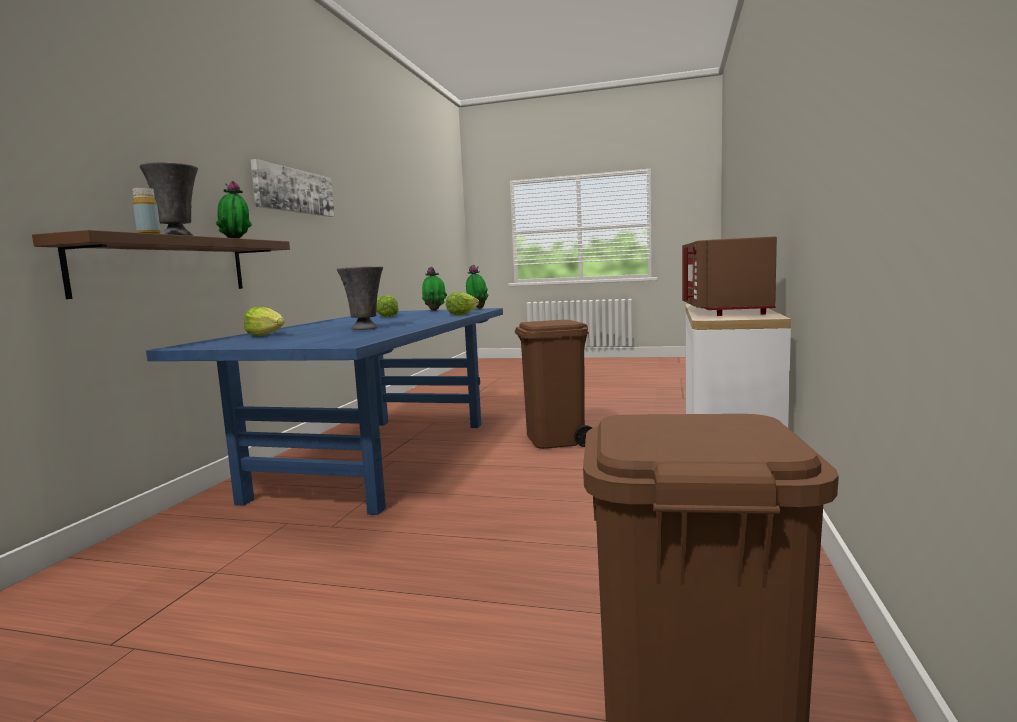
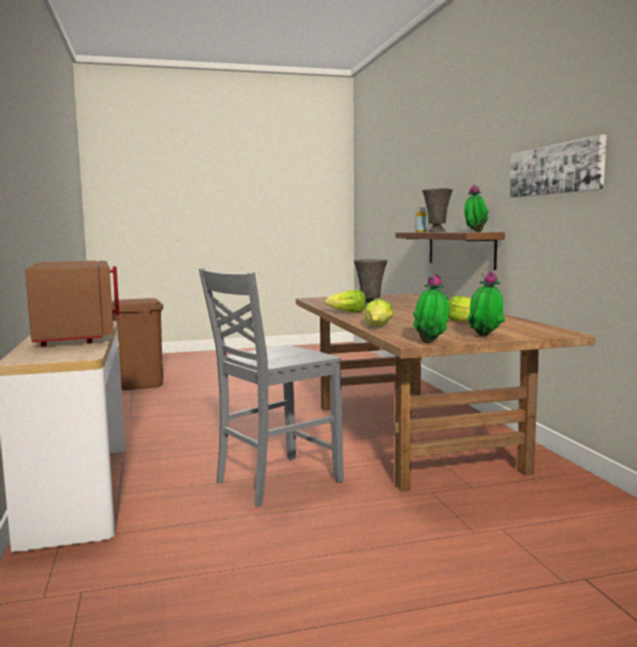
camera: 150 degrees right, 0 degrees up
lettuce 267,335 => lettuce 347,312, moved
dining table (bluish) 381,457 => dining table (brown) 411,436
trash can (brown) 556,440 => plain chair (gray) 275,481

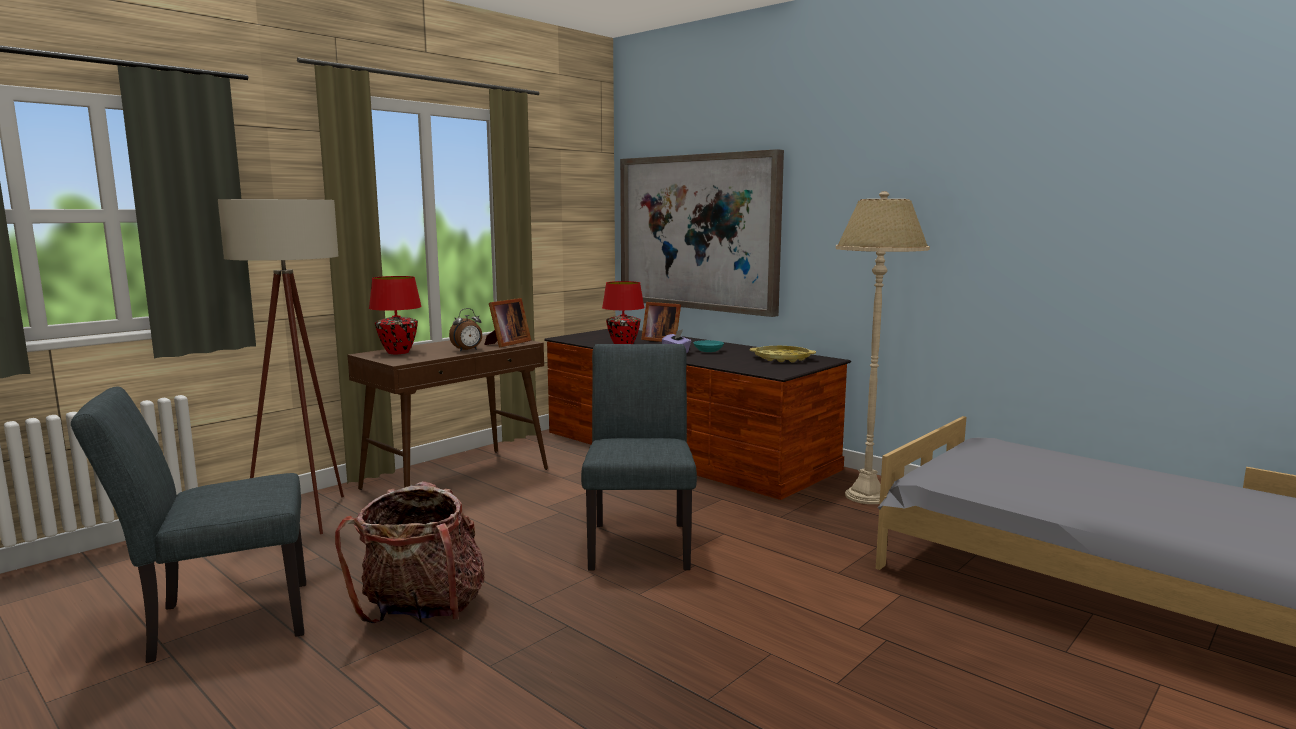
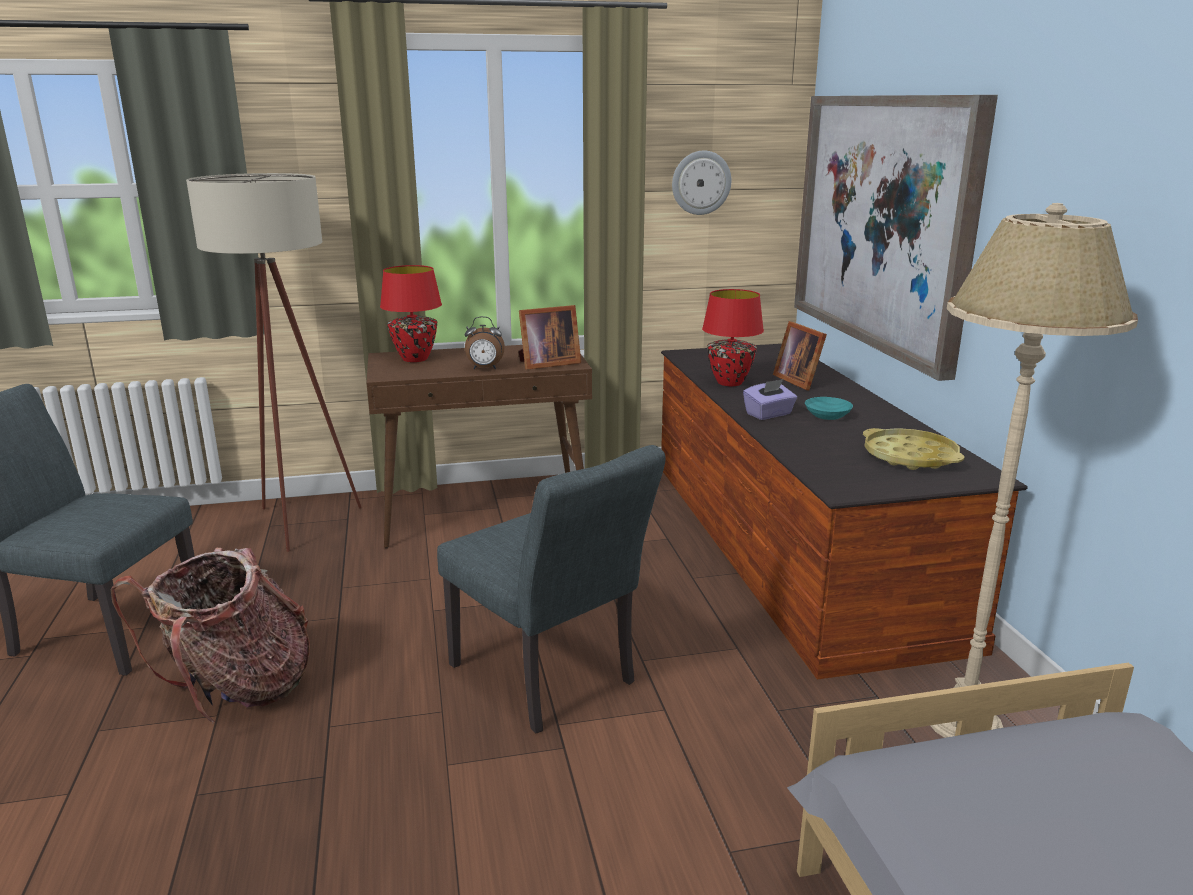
camera: 35 degrees right, 10 degrees up
plain chair (gray) 640,541 => plain chair (gray) 550,680, 105 degrees clockwise
nothing => clock on the wall 701,182

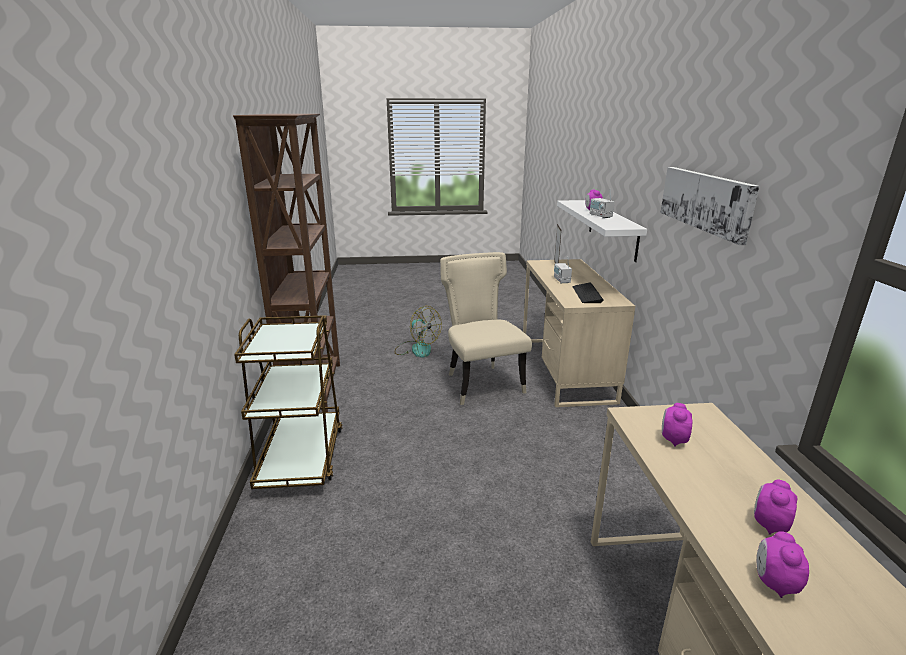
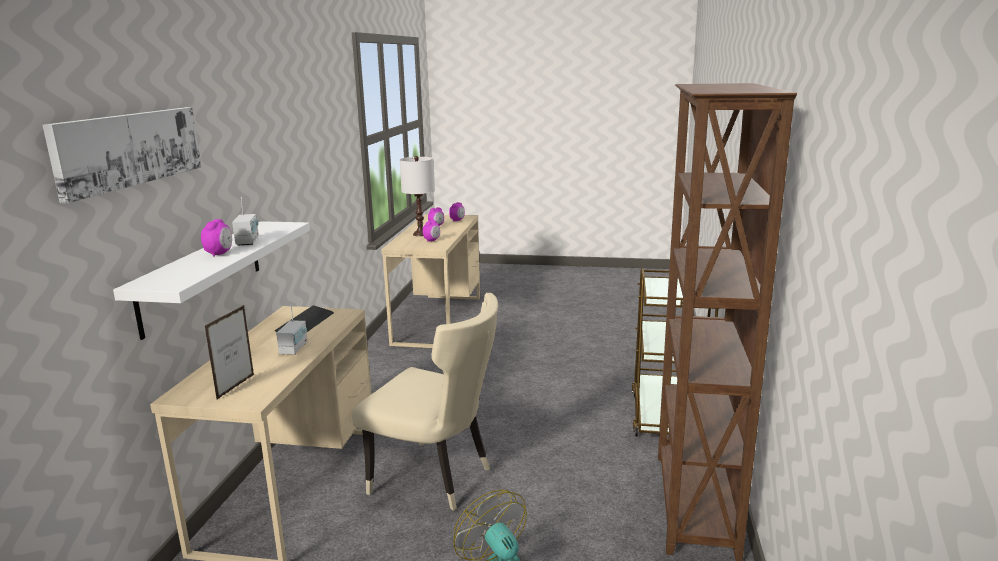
camera: 165 degrees left, 5 degrees down
wall picture 705,201 => wall picture 129,149, moved
plain chair (sand-coloured) 481,383 => plain chair (sand-coloured) 436,479, 60 degrees counterclockwise
nothing => tabletop lamp (whitish) 420,234

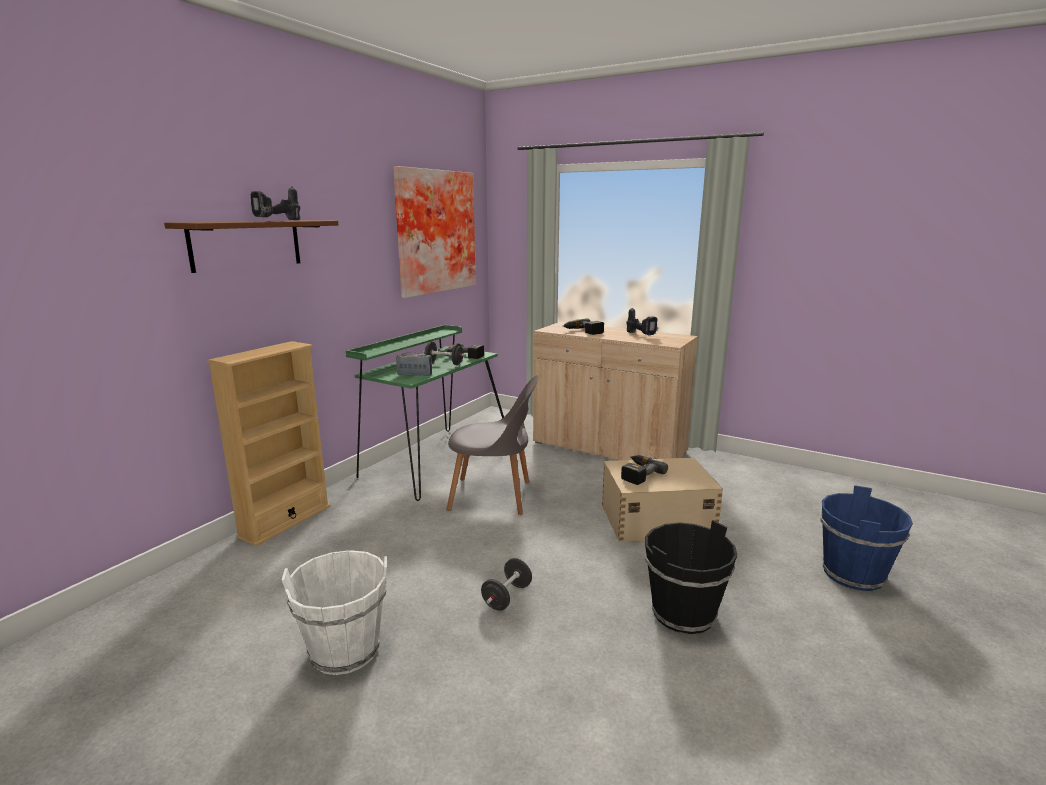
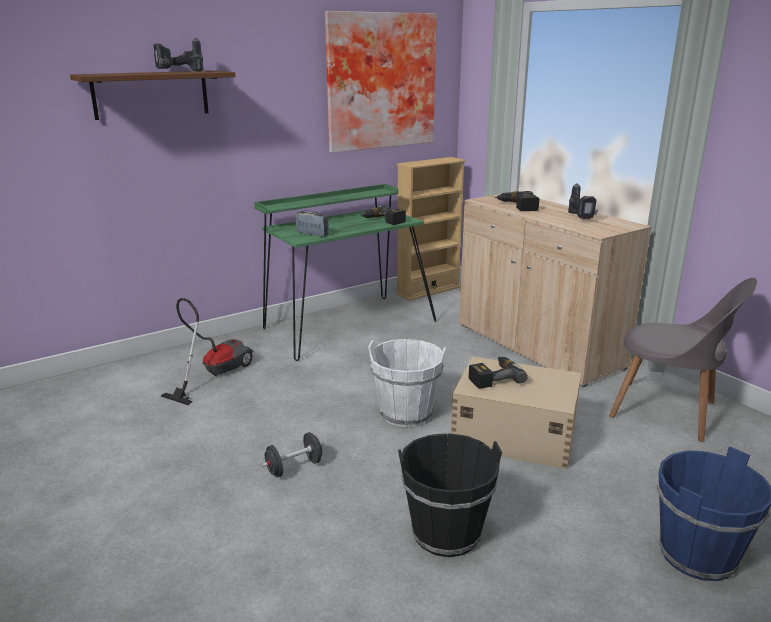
camera: 25 degrees right, 5 degrees up
bookshelf (sand-coloured) 285,521 => bookshelf (sand-coloured) 428,290, moved
free weight (blackish) 444,363 => nothing
plain chair (gray) 494,496 => plain chair (gray) 668,411, moved
water bucket (whitish) 344,651 => water bucket (whitish) 405,414, moved
nothing => hoover 214,374

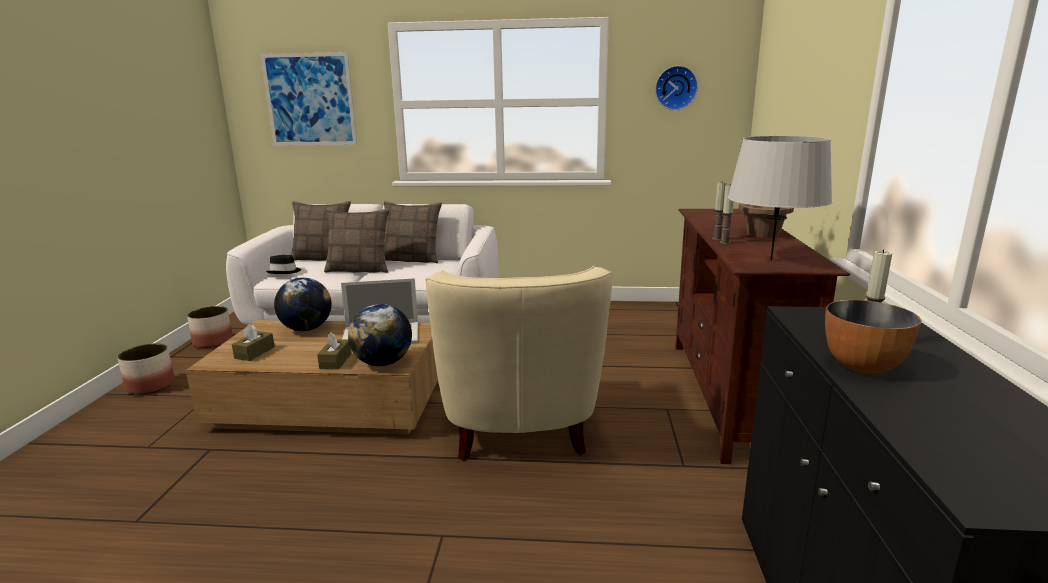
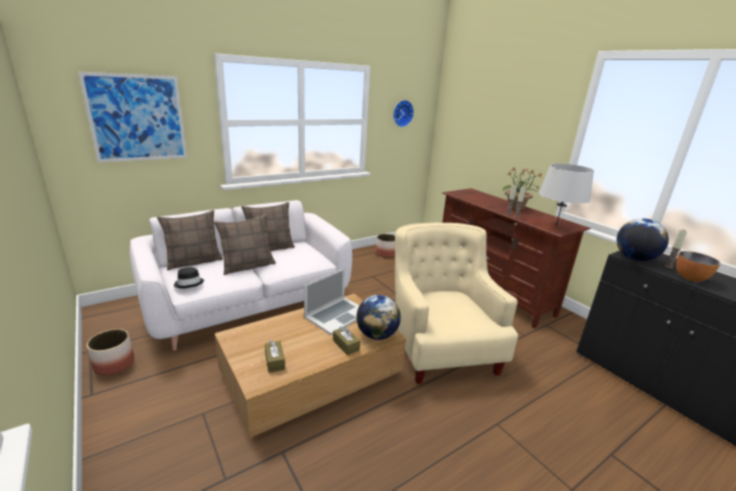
camera: 40 degrees left, 5 degrees up
lounge chair (sand-coloured) 519,430 => lounge chair (sand-coloured) 440,346, 150 degrees counterclockwise
world globe 306,329 => world globe 634,258, moved
planter 150,386 => planter 386,254, moved

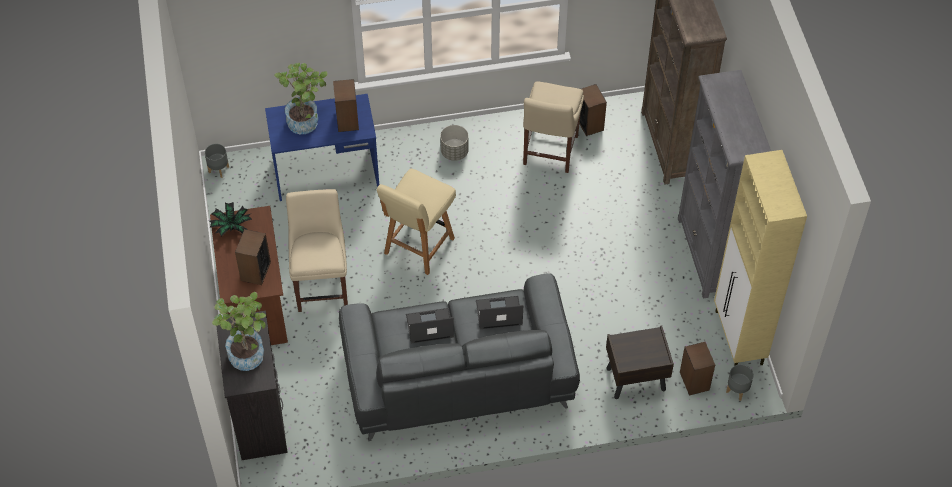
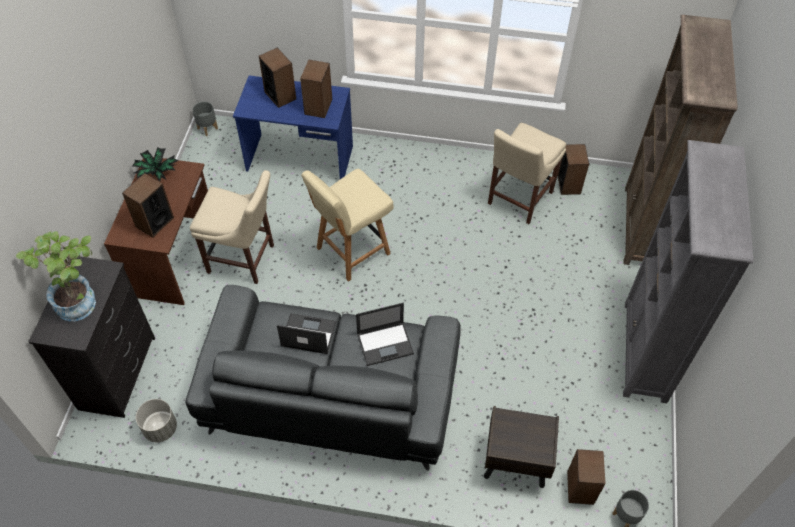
camera: 20 degrees right, 0 degrees up
plant in a pot 306,119 => speaker 280,95
planter (gray) 454,152 => planter (gray) 161,428, moved
cabinet (sand-coloured) 738,338 => nothing
plain chair (sand-coloured) 322,285 => plain chair (sand-coloured) 244,260, 90 degrees clockwise
portable computer 498,313 => portable computer 385,343, 150 degrees clockwise

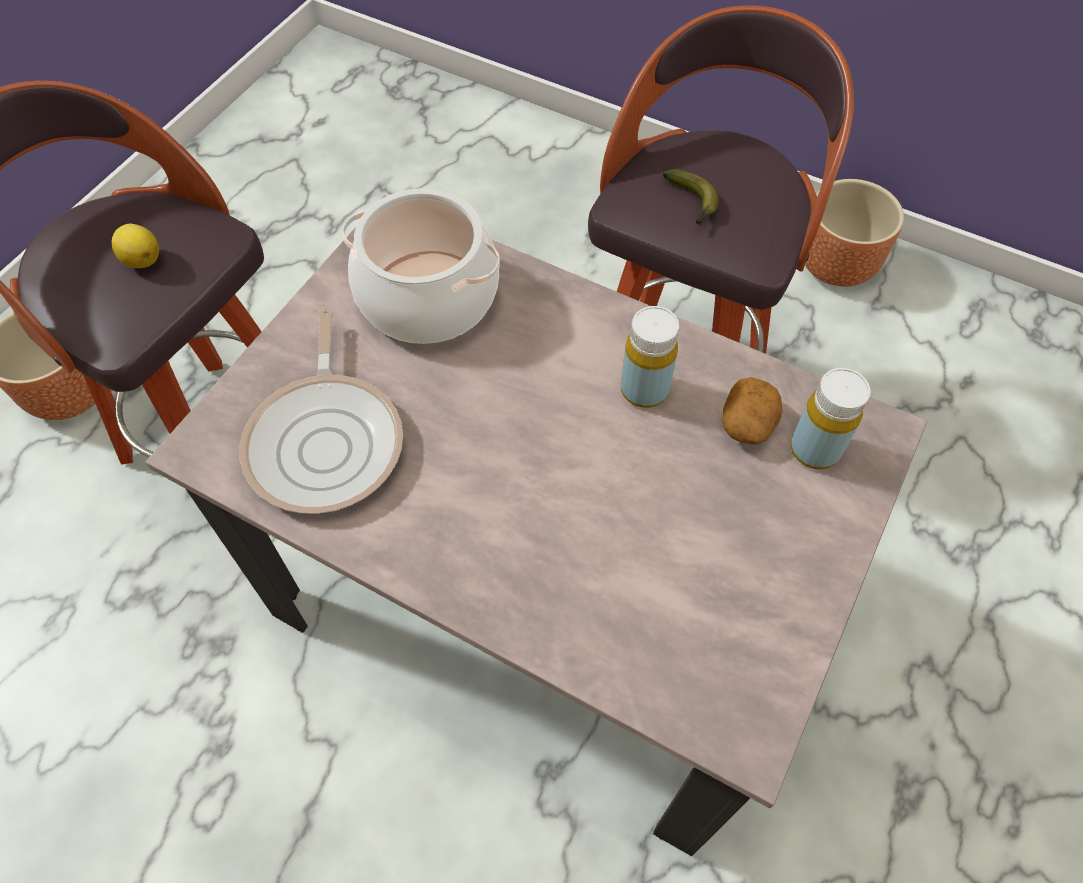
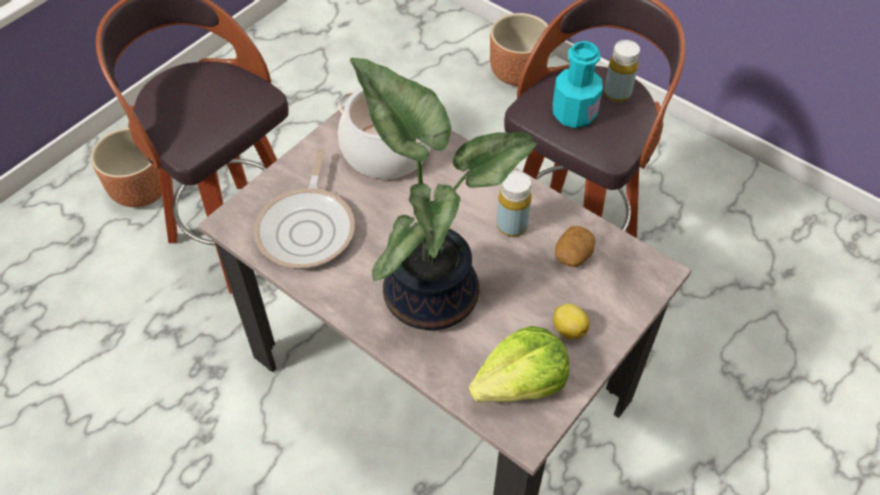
camera: 10 degrees right, 5 degrees down
banana 692,203 => bottle (turquoise-coloured) 574,113
planter (brown) 836,266 => planter (brown) 517,73, moved
lemon 142,259 => lemon 568,329, moved
bottle (yellowish) 815,449 => bottle (yellowish) 617,93, moved
nothing => plant in a pot 432,290
nothing => lettuce 521,383

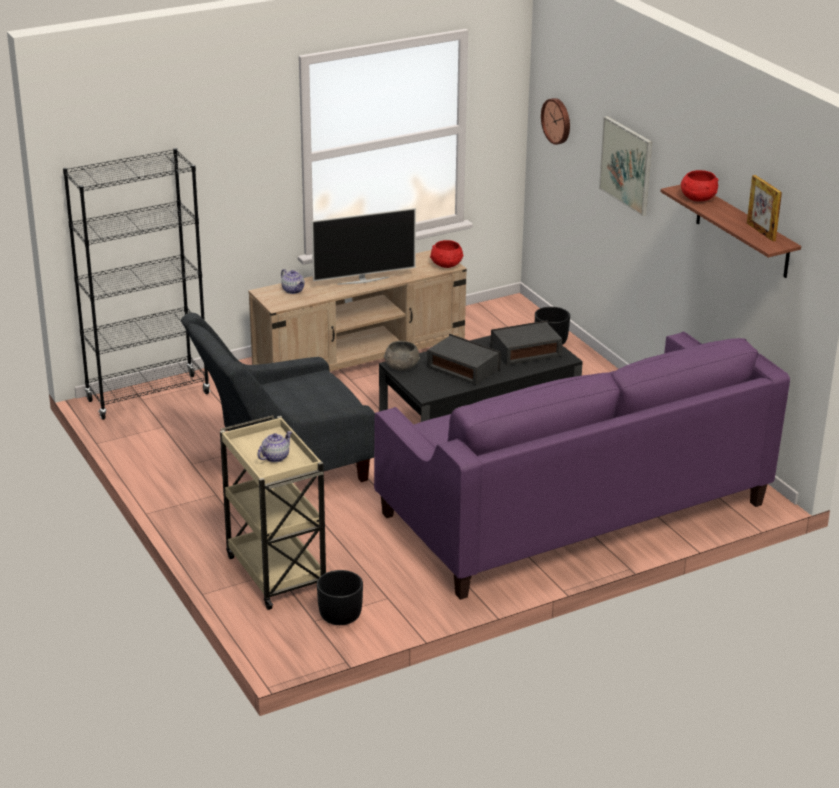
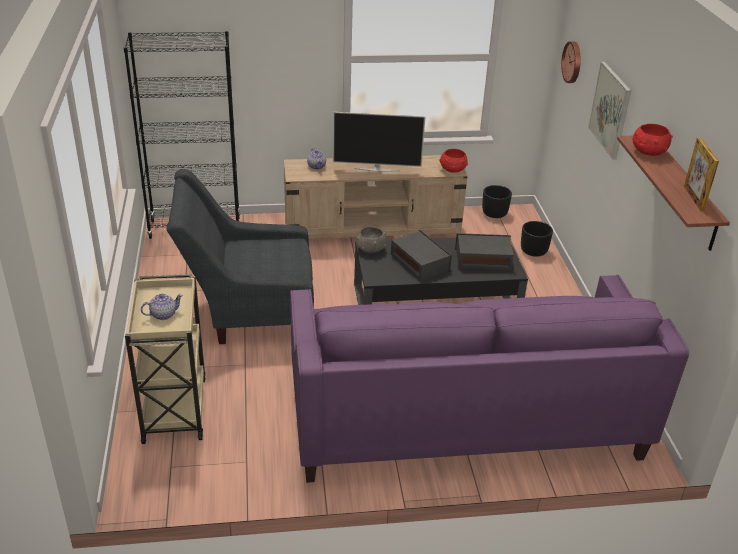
camera: 20 degrees right, 5 degrees up
planter (blackish) 340,615 => planter (blackish) 494,213, moved

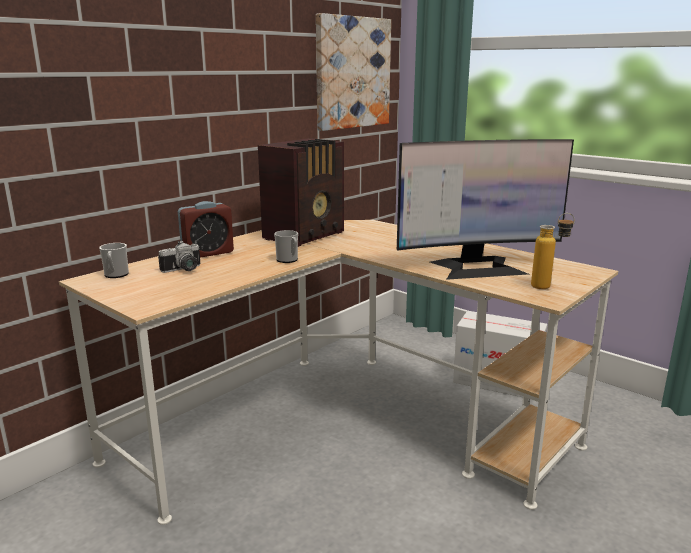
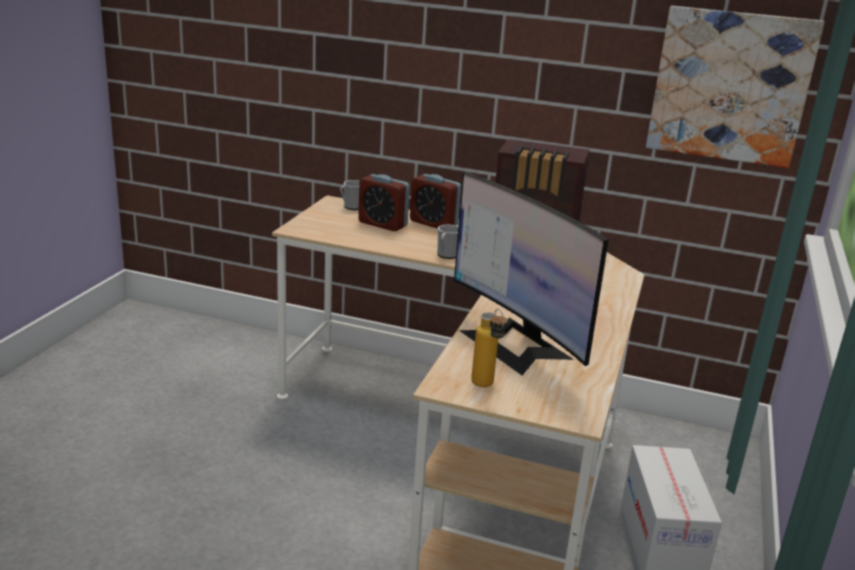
camera: 65 degrees right, 5 degrees up
still camera 183,270 => table clock 382,224

